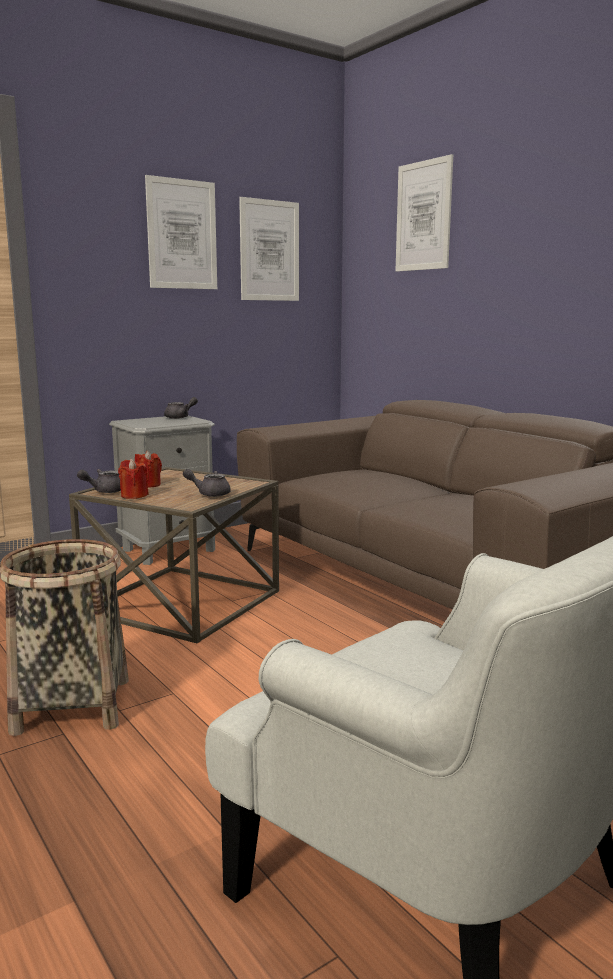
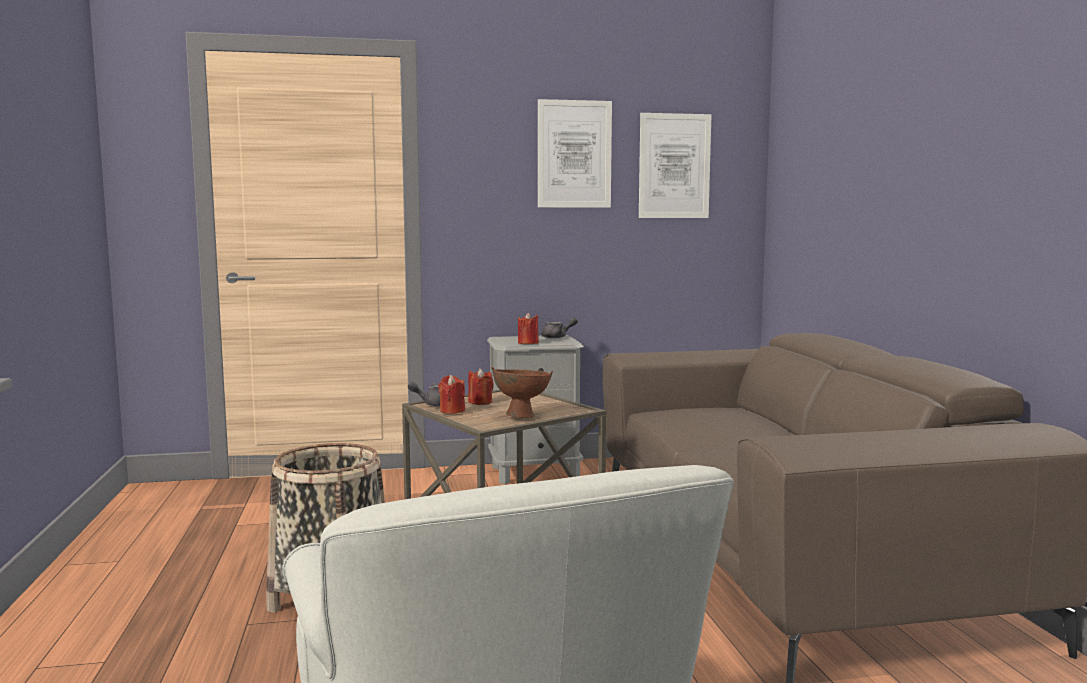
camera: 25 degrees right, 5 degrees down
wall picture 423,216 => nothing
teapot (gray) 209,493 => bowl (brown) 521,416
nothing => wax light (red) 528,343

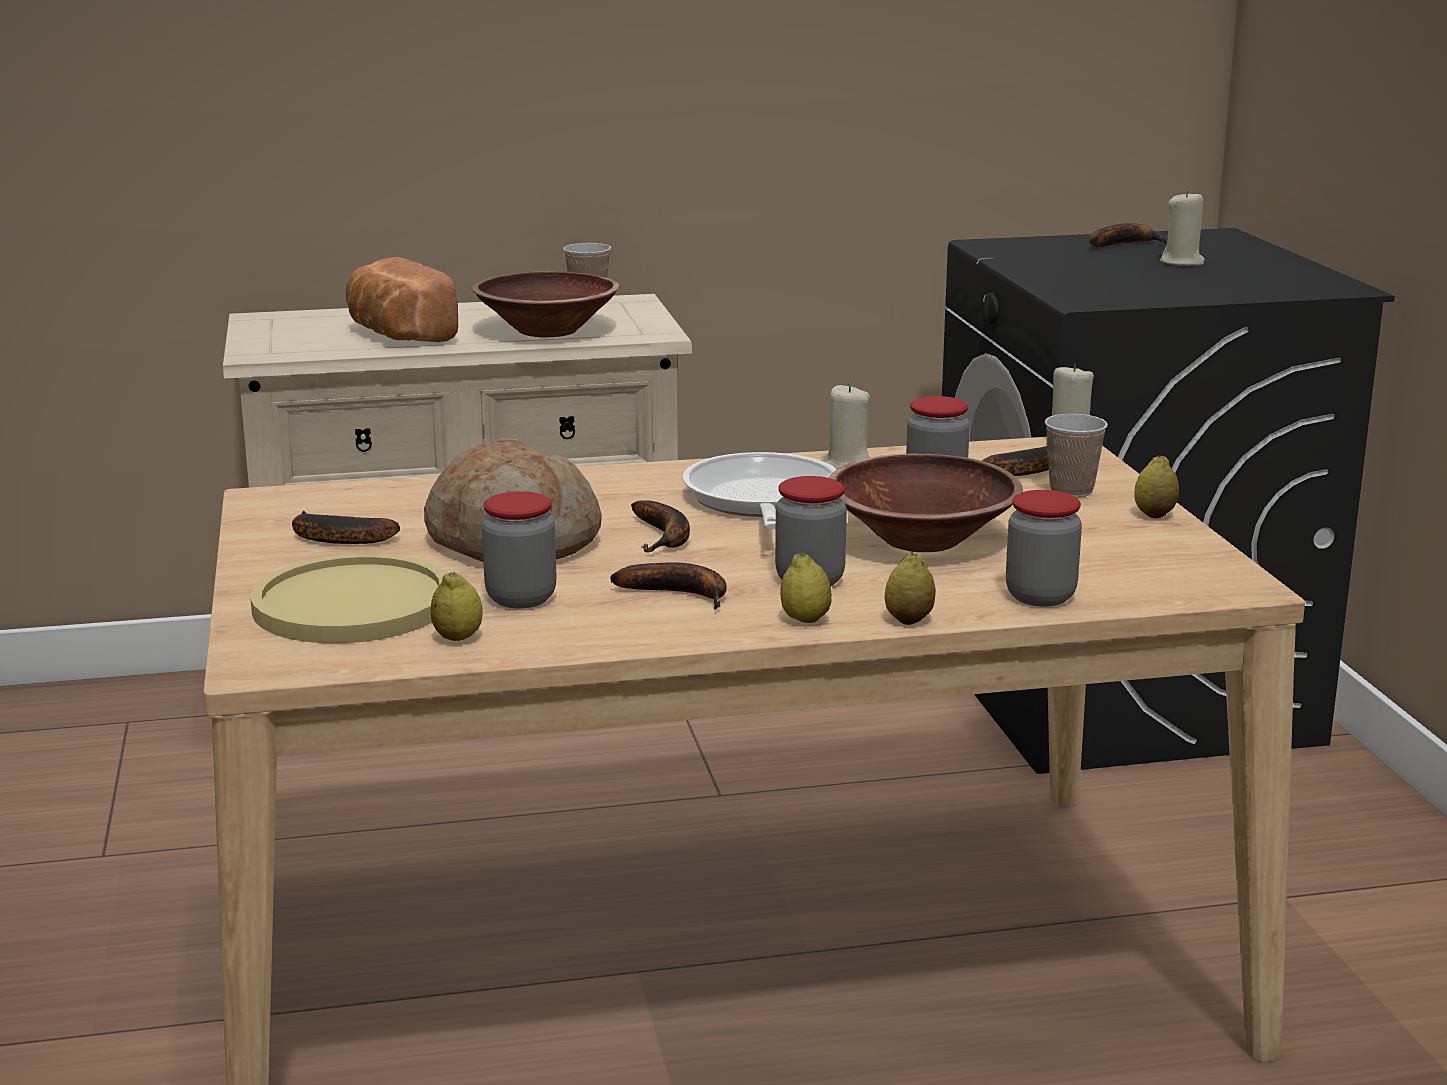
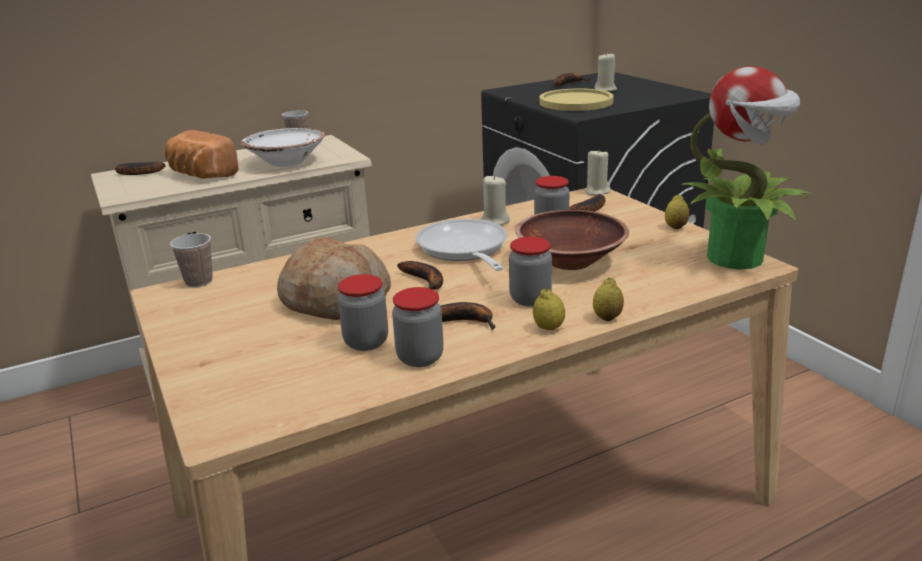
camera: 15 degrees left, 5 degrees up
bowl (brown) 547,331 => bowl (whitish) 286,162
cup 1071,491 => cup 199,281, moved
storage jar 1040,596 => storage jar 420,357, moved
banana 334,539 => banana 136,173, moved
flat dish (yellowish) 352,604 => flat dish (yellowish) 576,102, moved
lemon 458,638 => nothing
nothing => plant in a pot 737,258

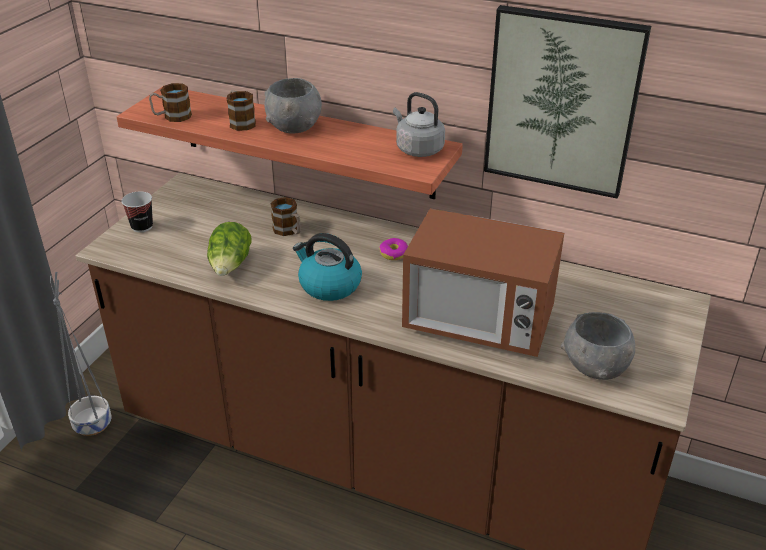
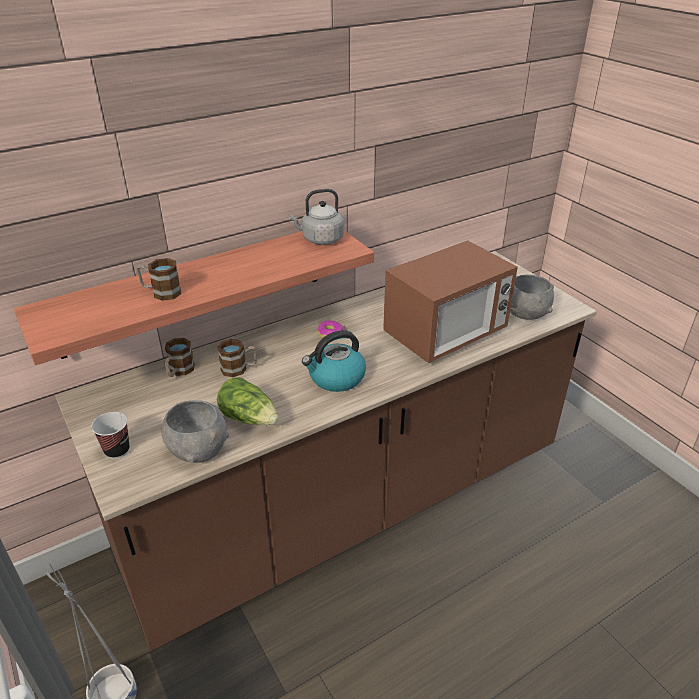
camera: 55 degrees left, 0 degrees up
wall picture 562,102 => nothing
bowl (gray) 295,126 => bowl (gray) 198,449, moved
tea mug 172,117 => tea mug 179,371, moved

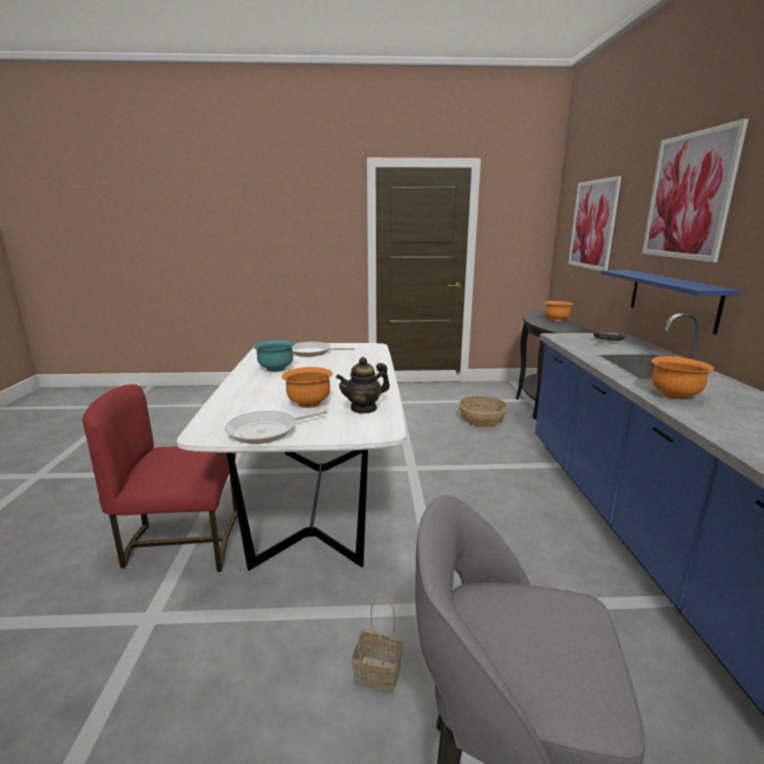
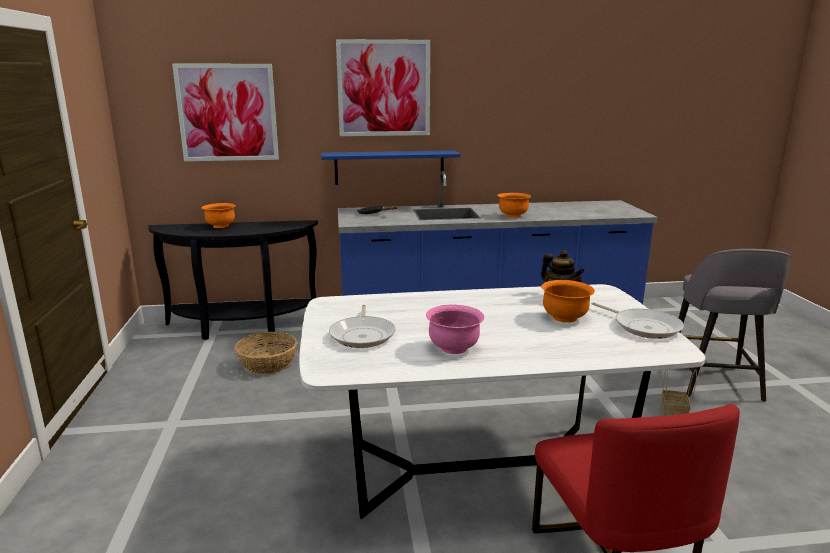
camera: 95 degrees left, 0 degrees up
bowl (turquoise-coloured) 275,369 => bowl (pinkish) 454,348

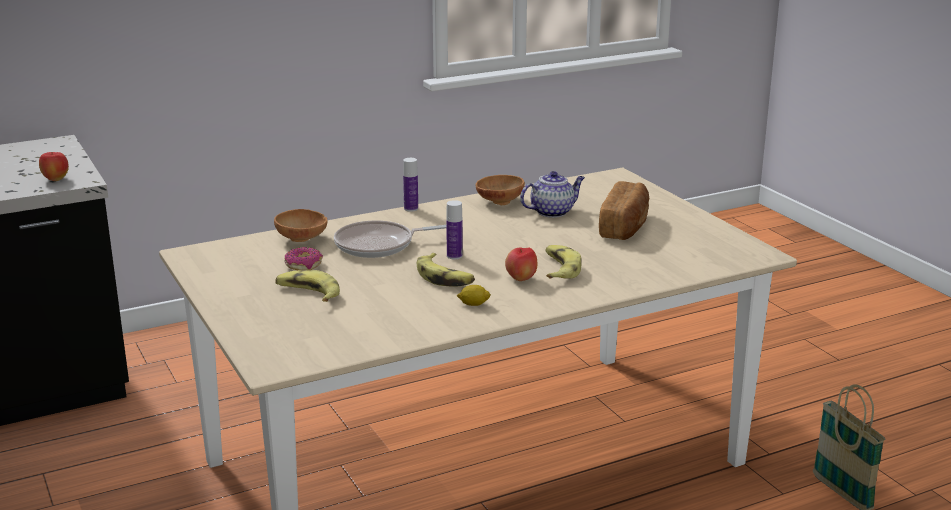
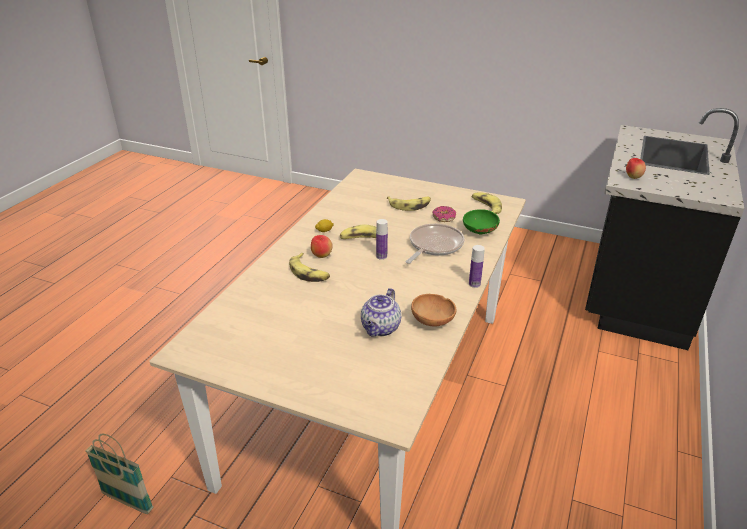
camera: 140 degrees right, 10 degrees up
bakery bread 625,226 => nothing
bowl (brown) 302,240 => bowl (greenish) 479,232
nothing => banana 485,207

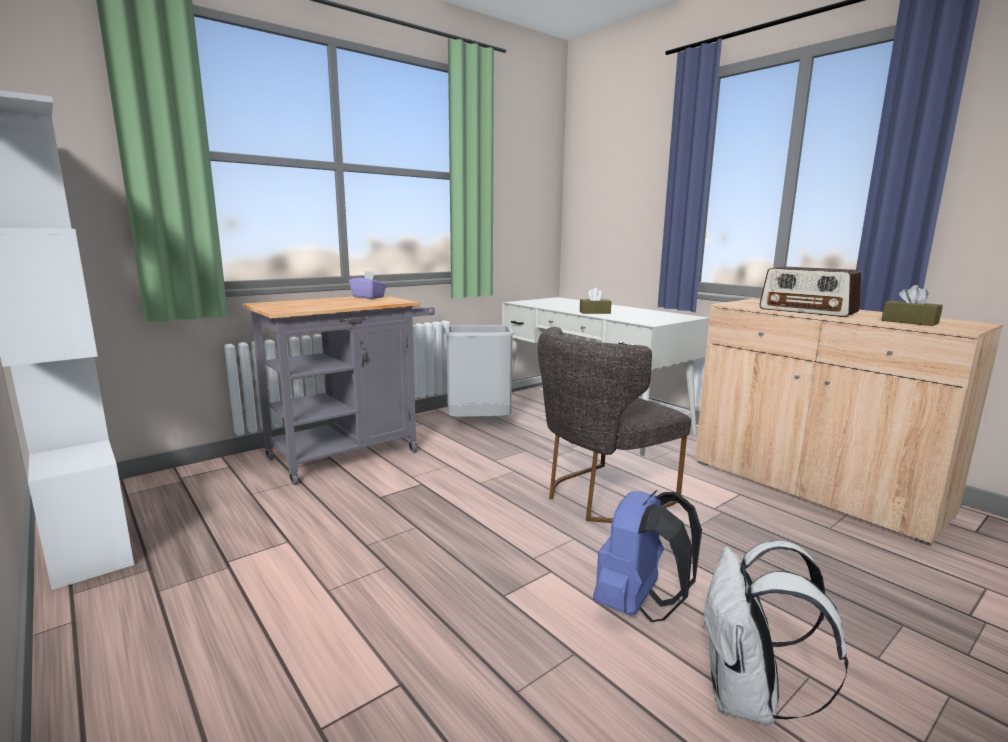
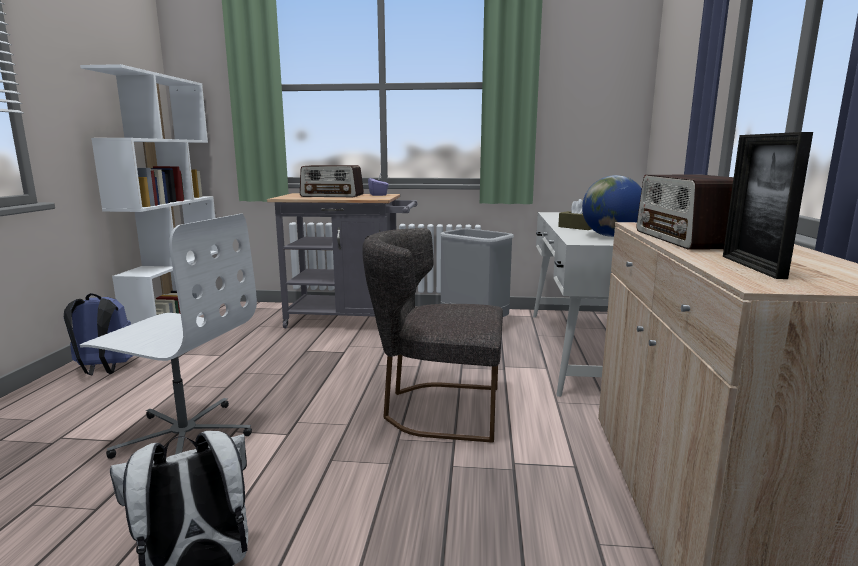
camera: 45 degrees right, 0 degrees up
tissue box (brown) 909,322 => standing frame 752,266
backpack (bluish) 638,606 => backpack (bluish) 105,370, moved
nothing => radio set 332,195
nothing => world globe 611,236
nothing => computer chair (whitish) 184,435

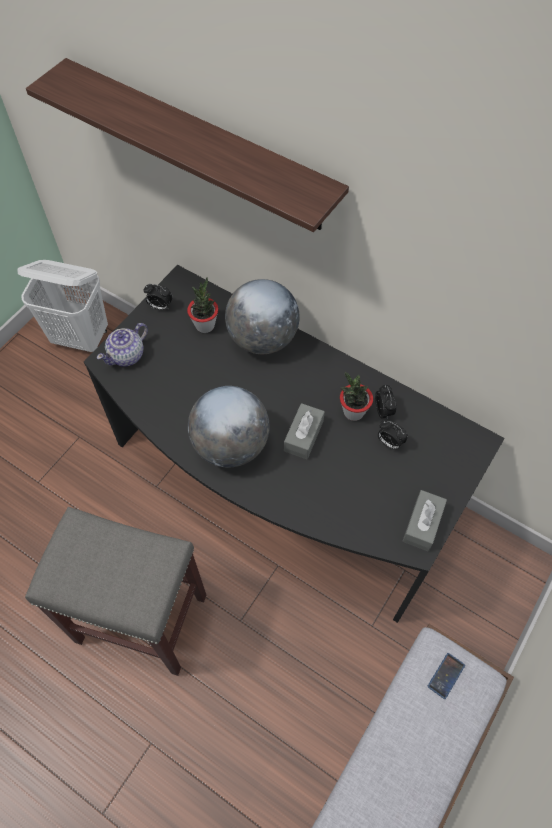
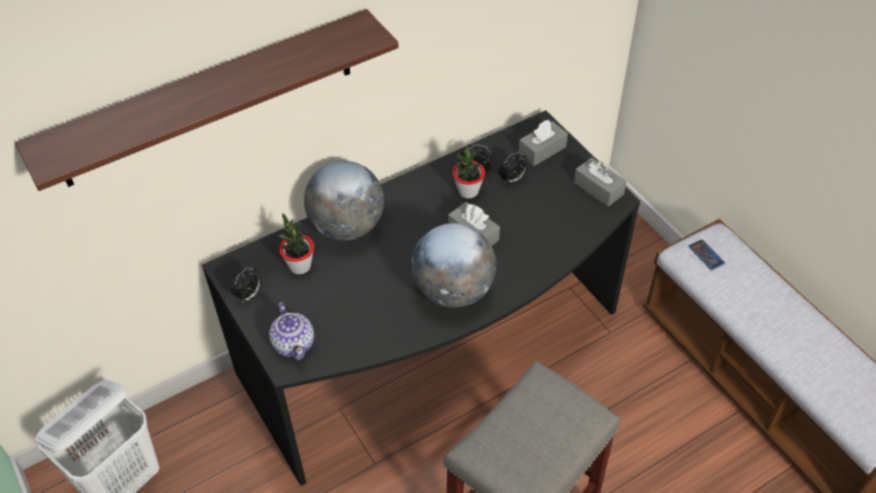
camera: 65 degrees left, 10 degrees down
nothing => tissue box (gray) 542,150

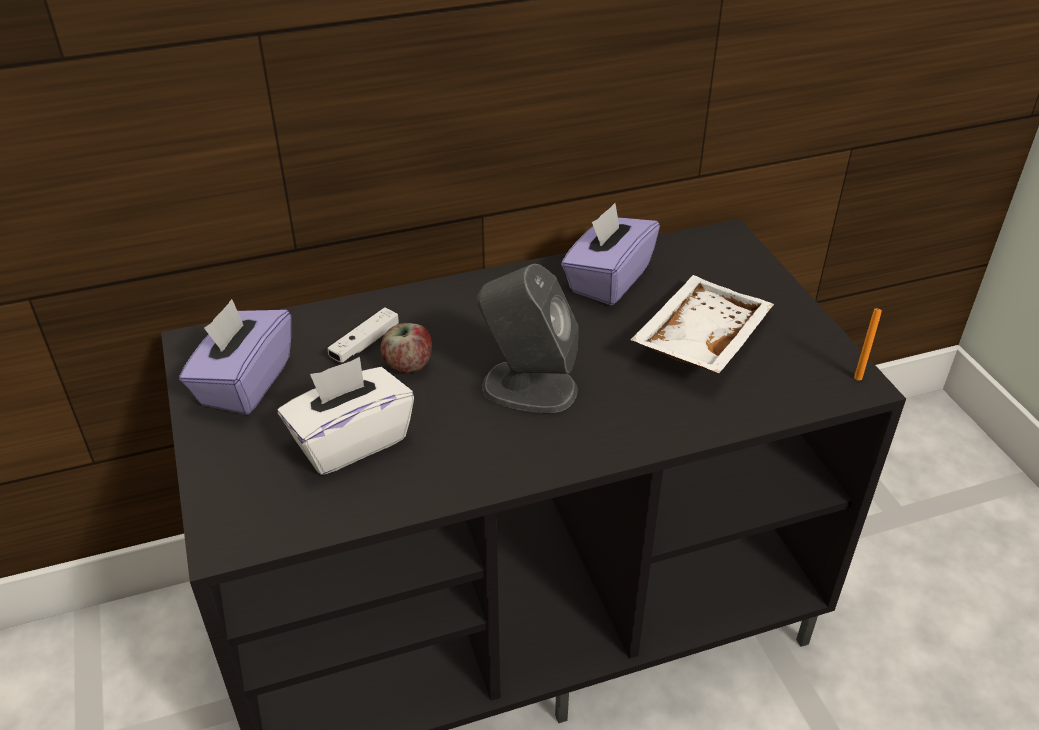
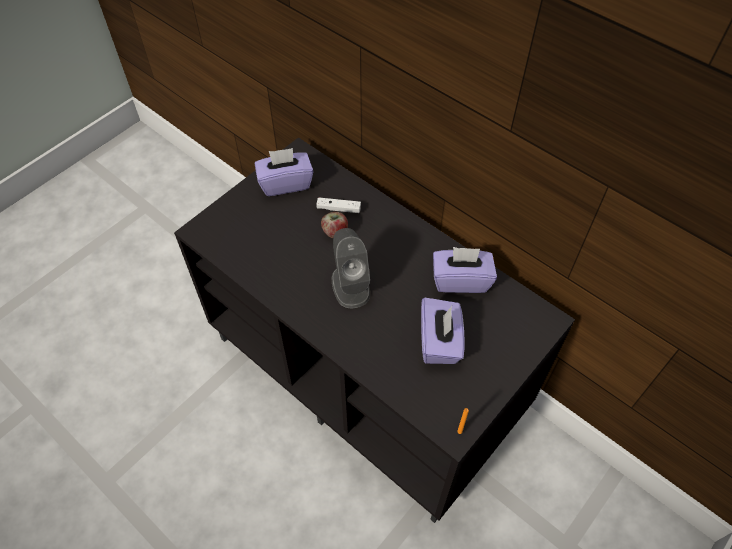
camera: 60 degrees right, 15 degrees up
carrying tray (whitish) 699,338 => tissue box (purple-coloured) 440,342
tissue box (whitish) 350,441 => nothing

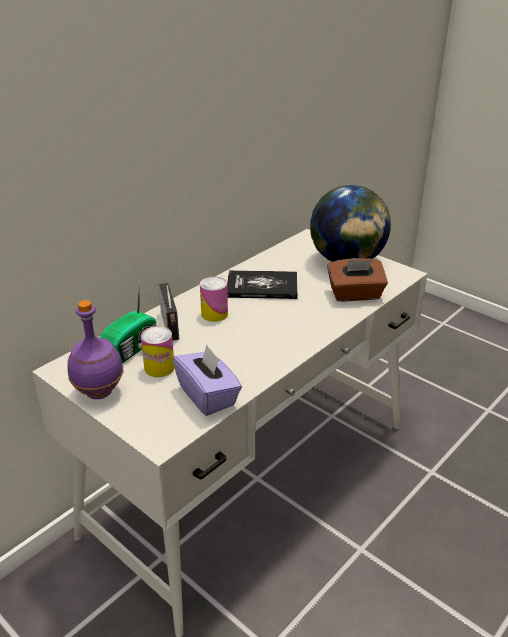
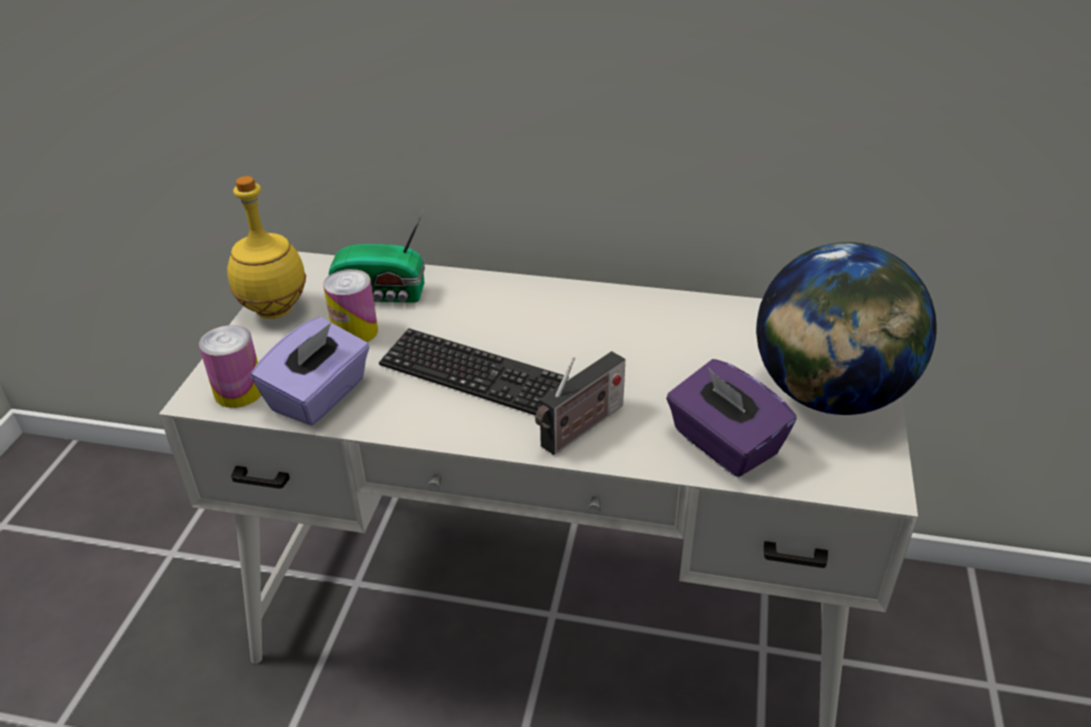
camera: 60 degrees right, 5 degrees up
tissue box (brown) 355,294 => tissue box (purple-coloured) 723,444
book 262,286 => nothing
metal can 214,314 => metal can 239,391, moved
radio set 171,326 => radio set 580,429, moved
bottle (purple-coloured) 98,392 => bottle (yellowish) 274,310
nothing => PC keyboard 472,375

